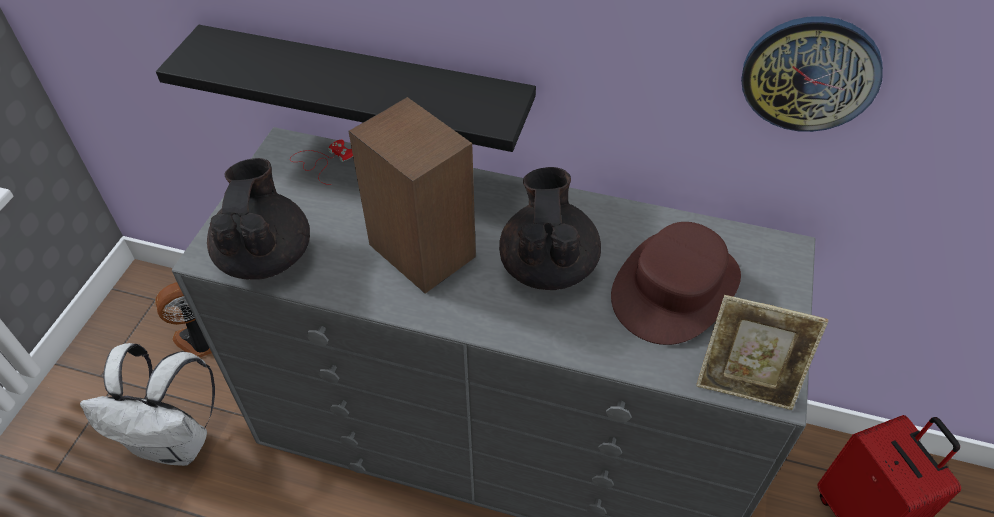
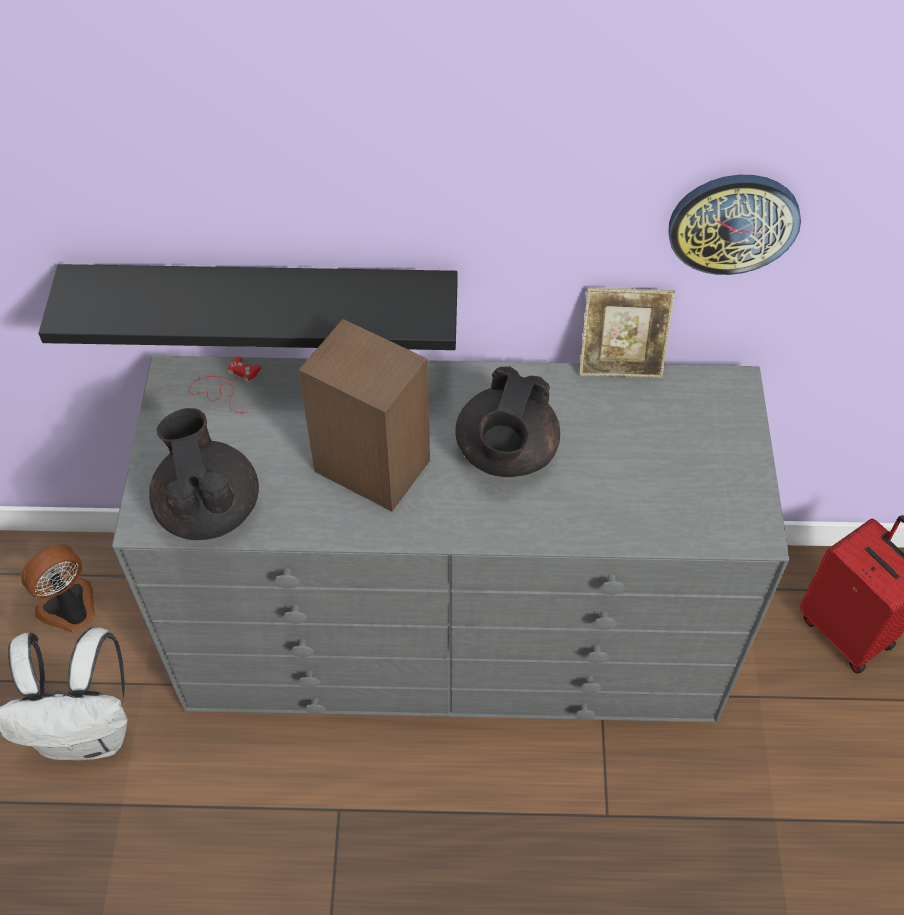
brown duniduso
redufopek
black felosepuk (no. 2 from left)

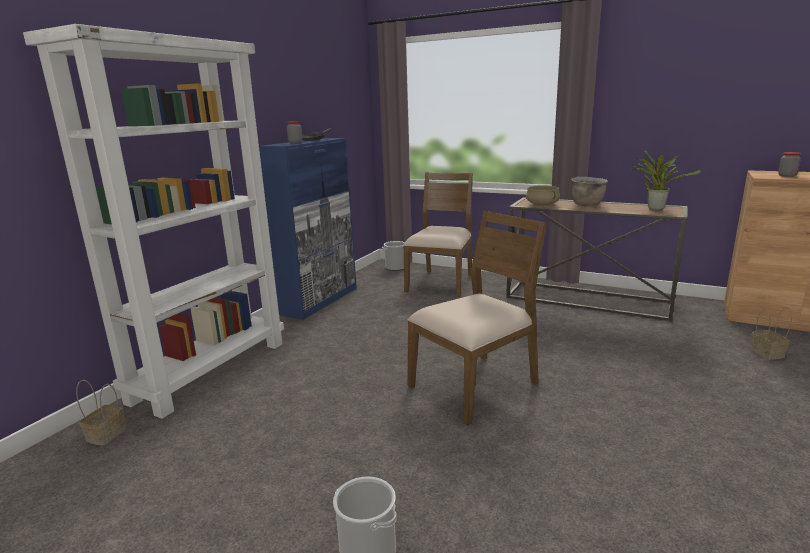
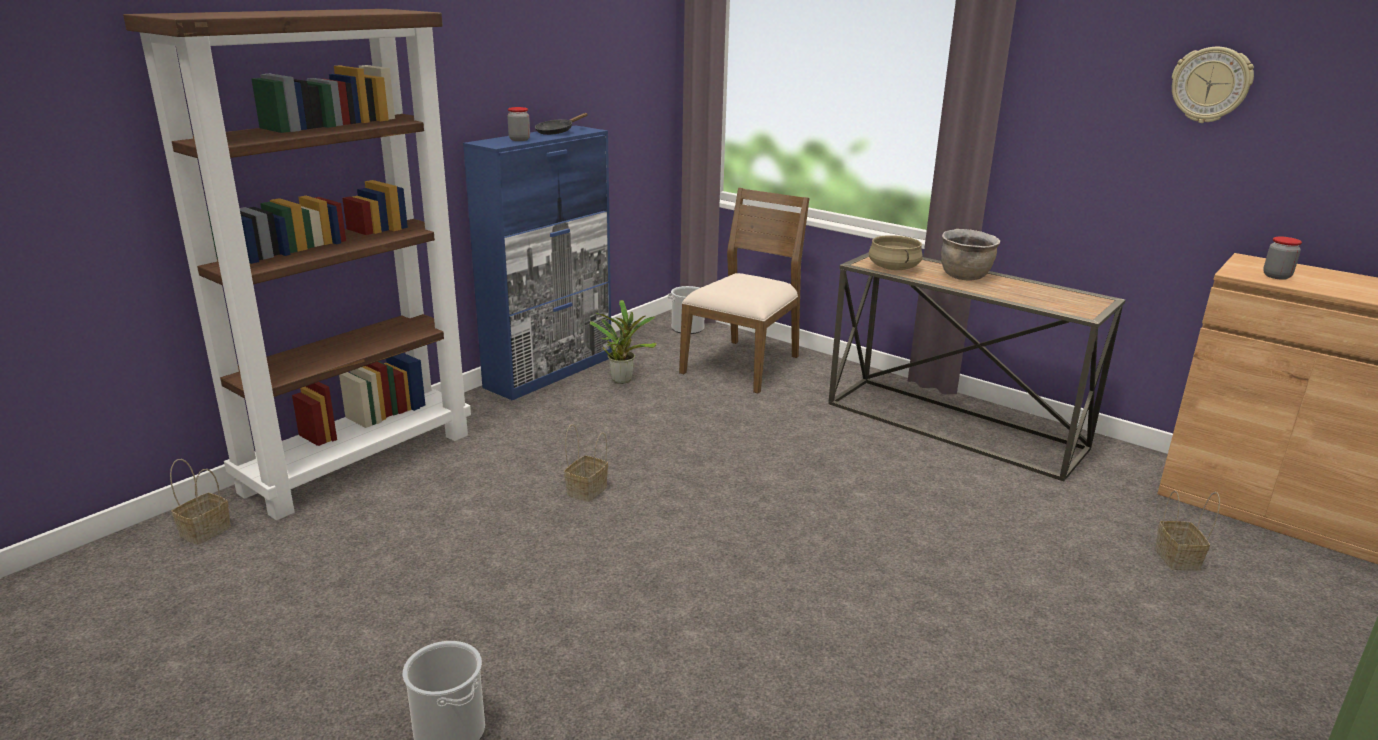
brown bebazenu (no. 2 from left in the first image)
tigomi (no. 2 from left)
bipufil
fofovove
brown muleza

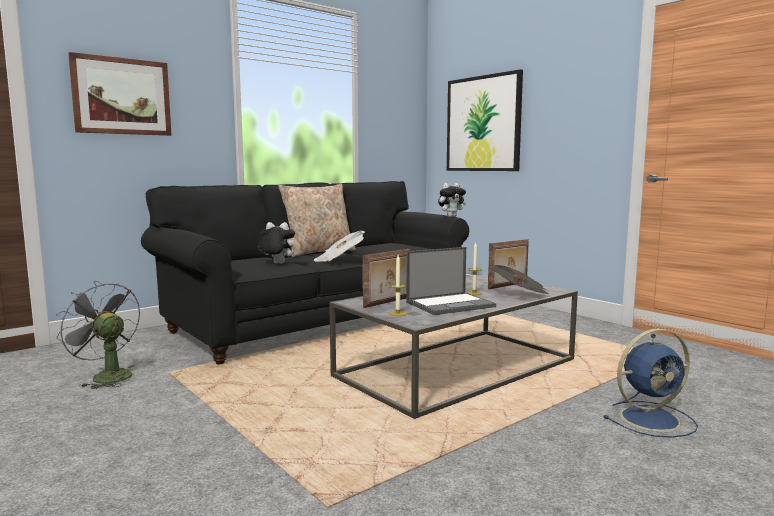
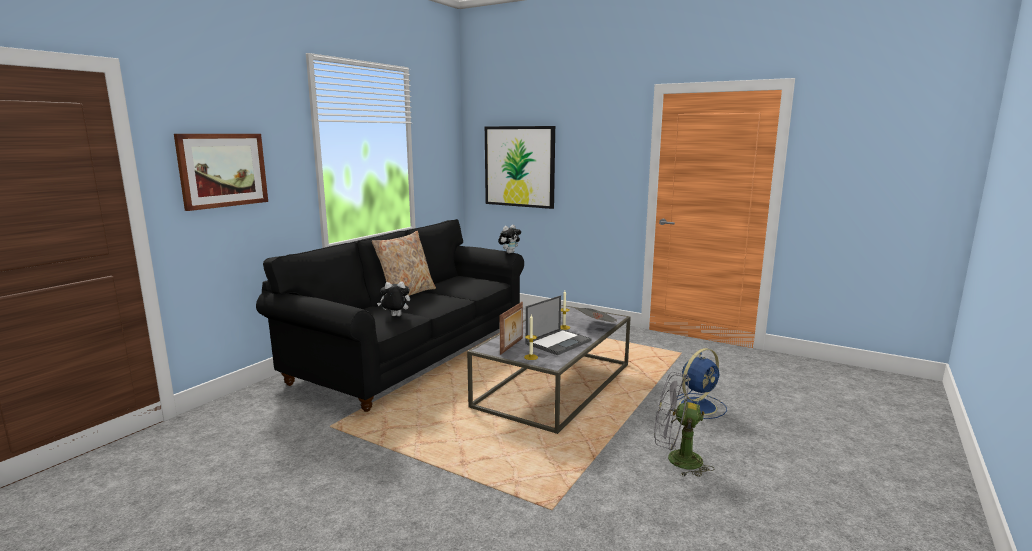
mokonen (no. 1 from left in the first image)
redufopek (no. 2 from left in the first image)
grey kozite

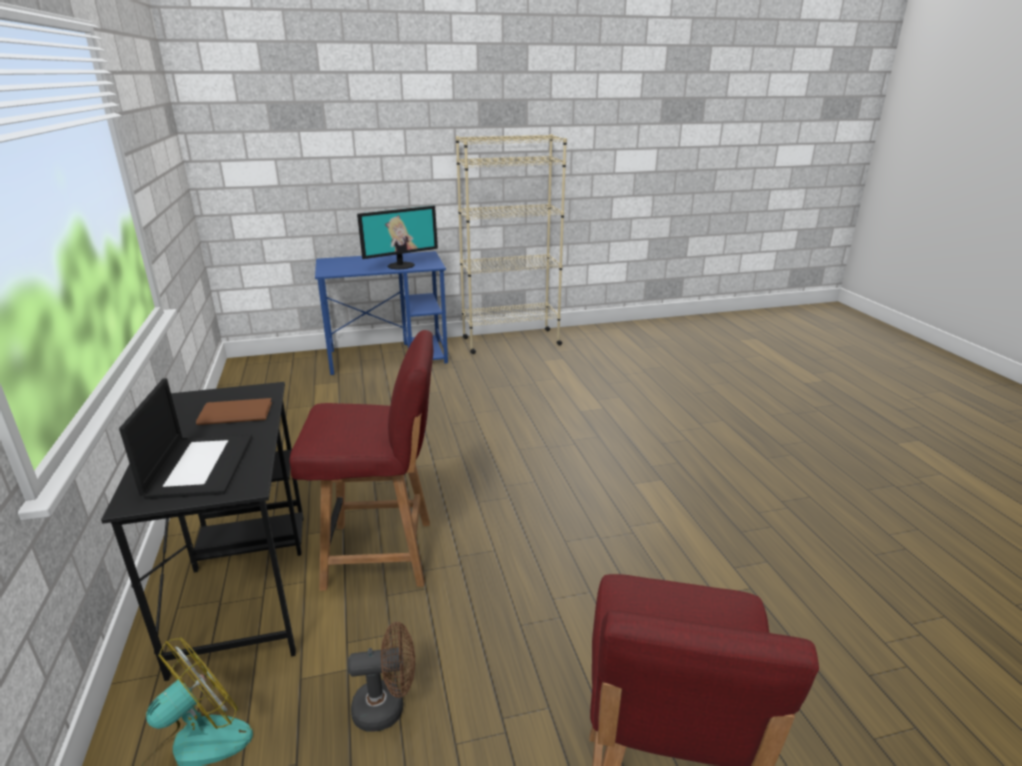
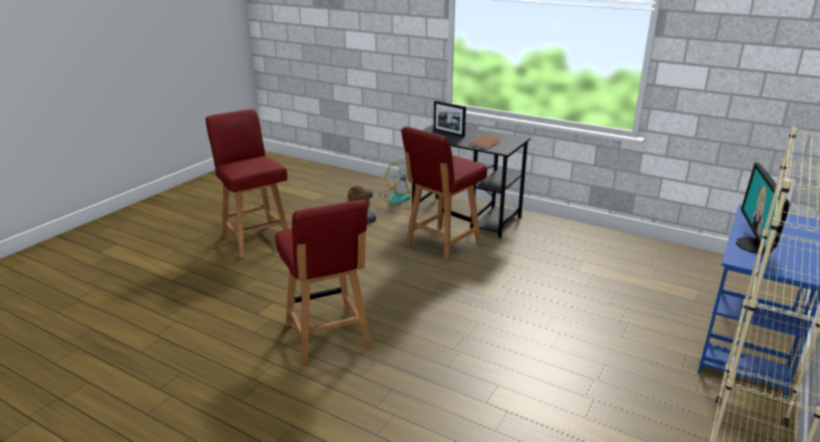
red bebazenu (no. 2 from left)
redufopek

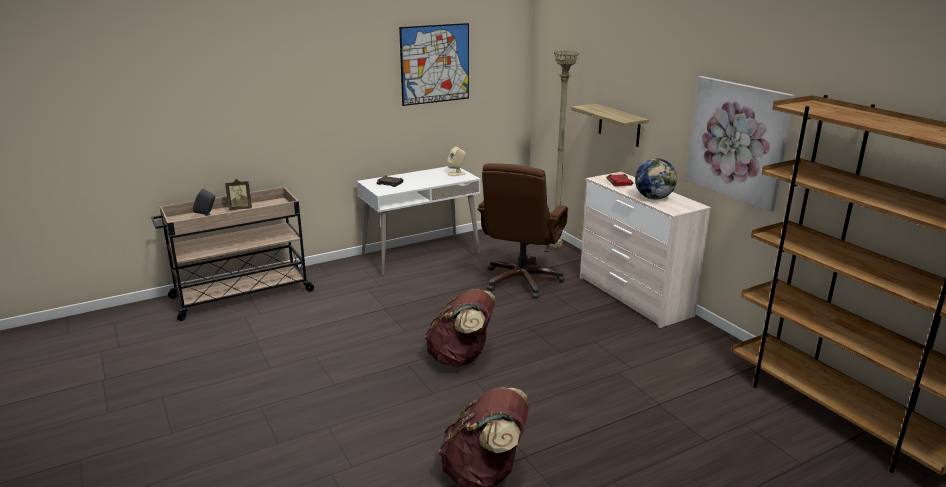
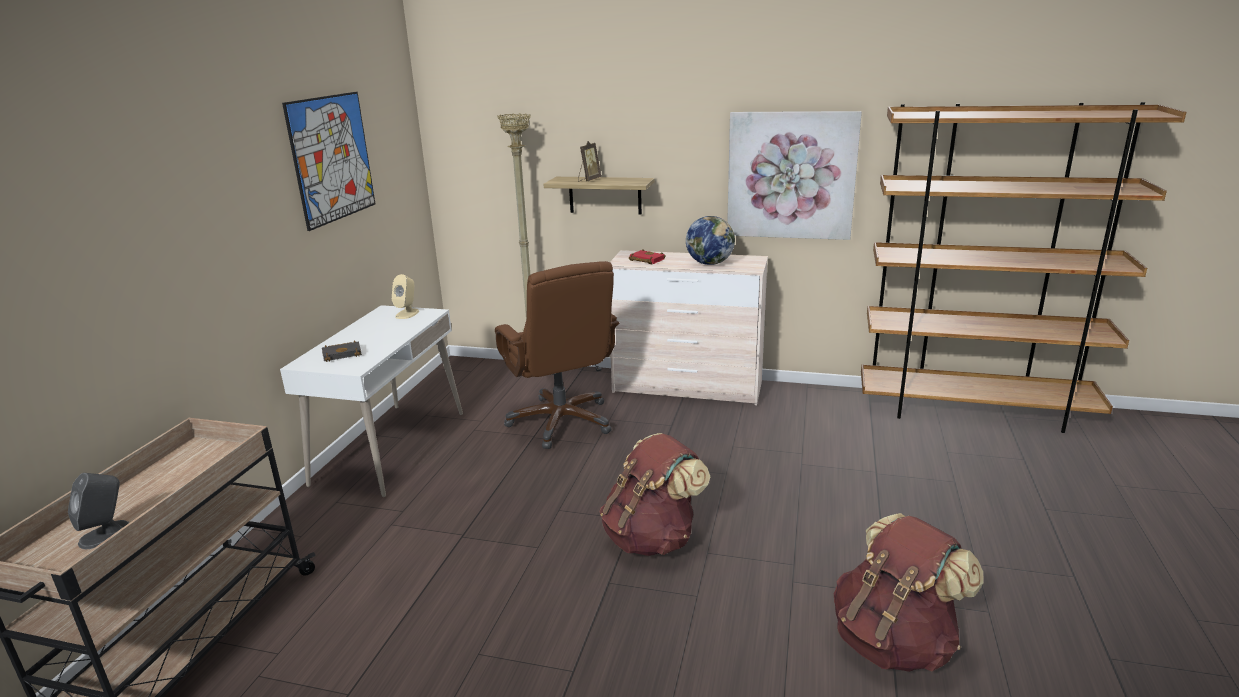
redufopek

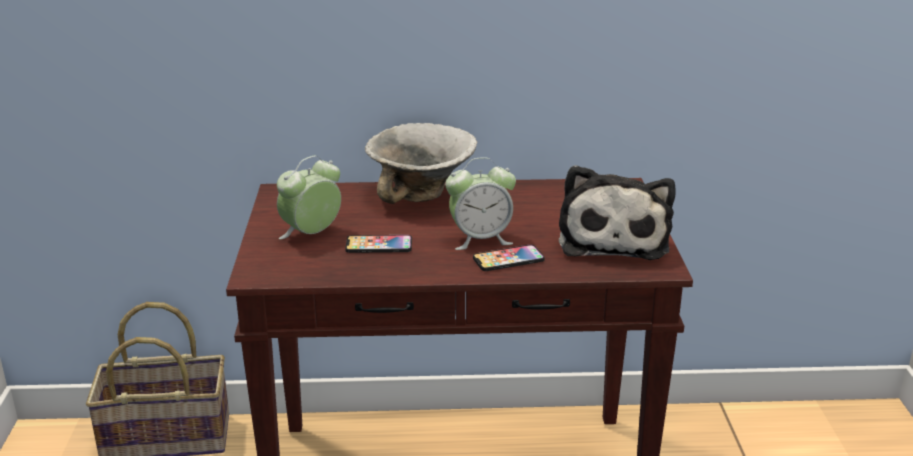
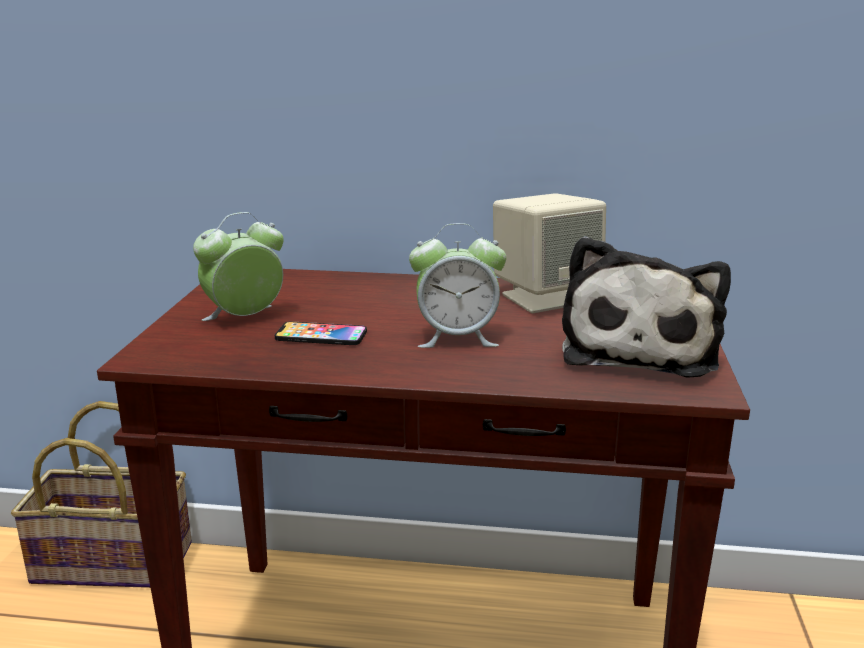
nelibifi
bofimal (no. 2 from left in the first image)
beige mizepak

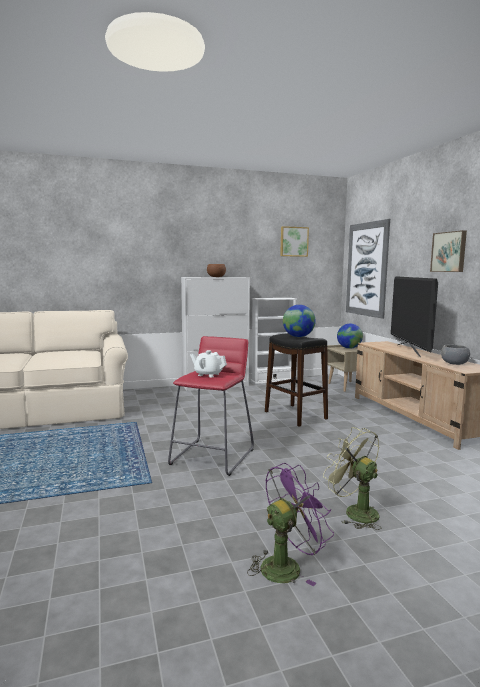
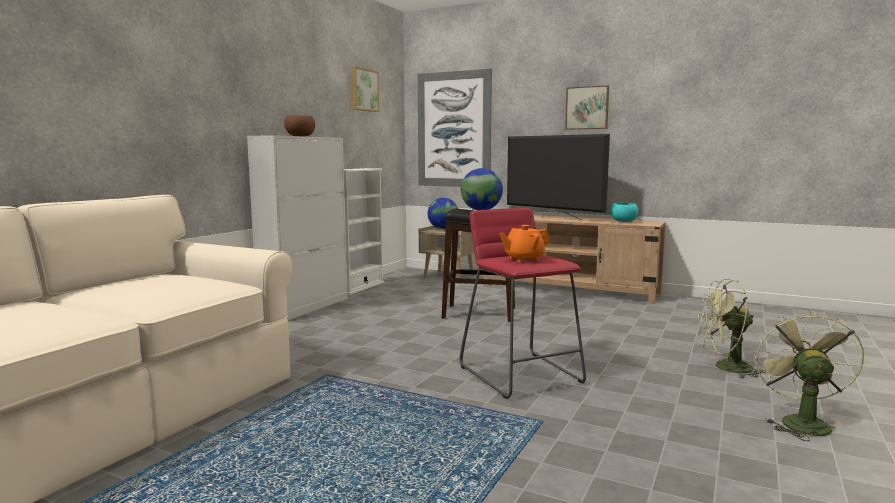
orange felosepuk
green kozite (no. 2 from left)
turquoise nelibifi

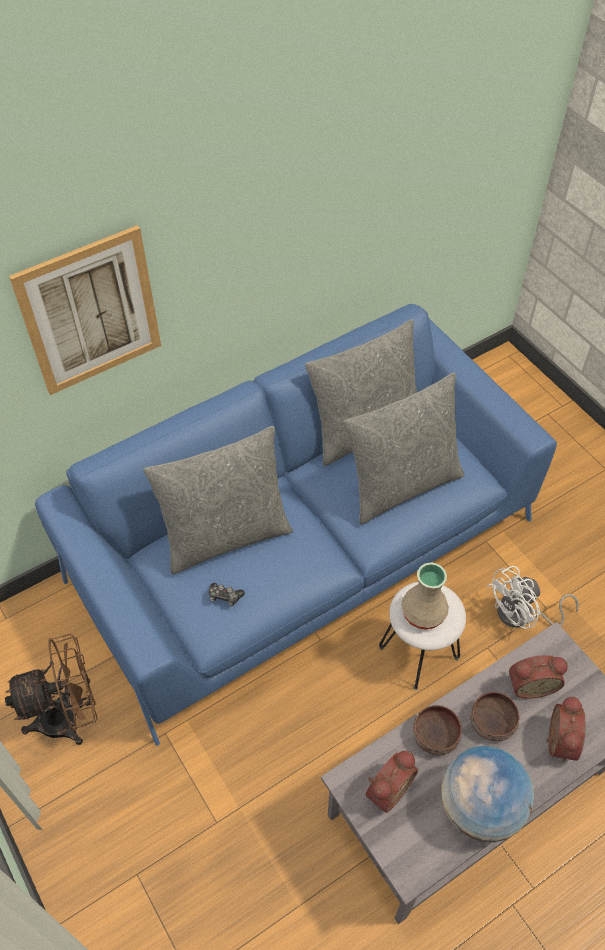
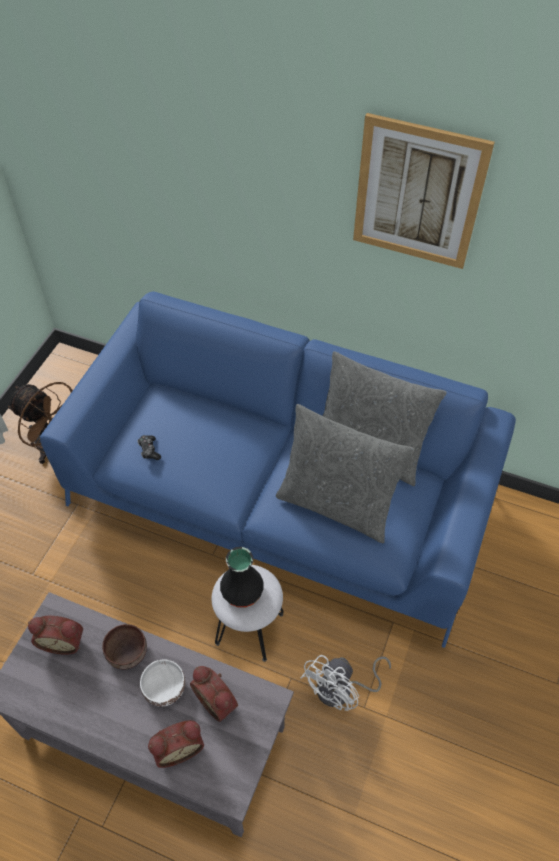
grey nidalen (no. 1 from left in the first image)
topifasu
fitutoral
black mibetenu
white nelibifi
white kozite

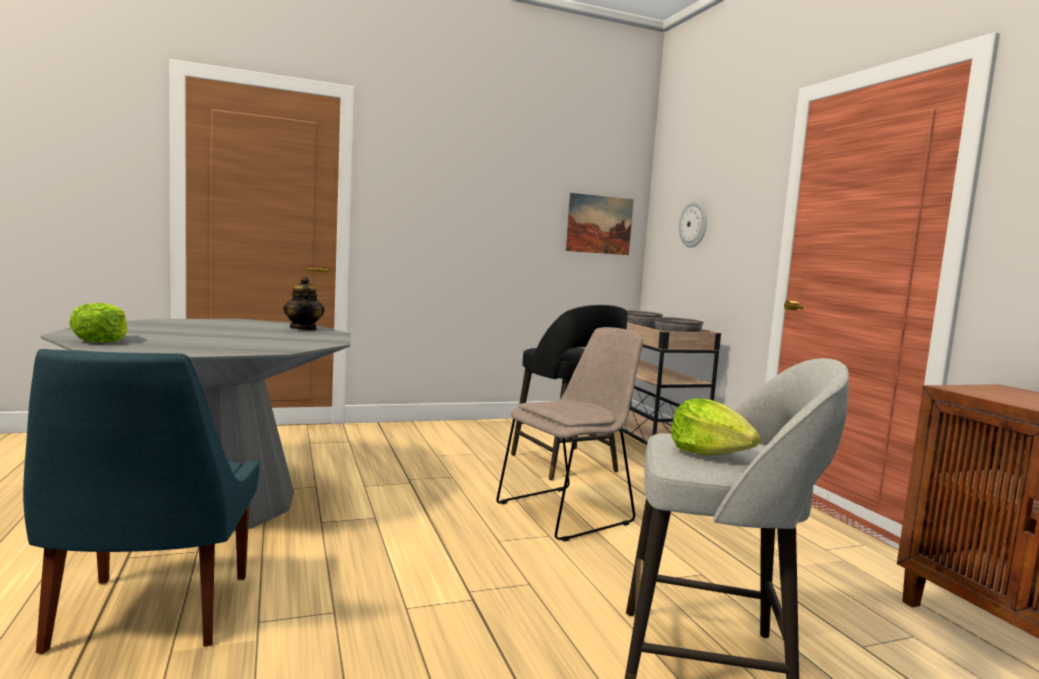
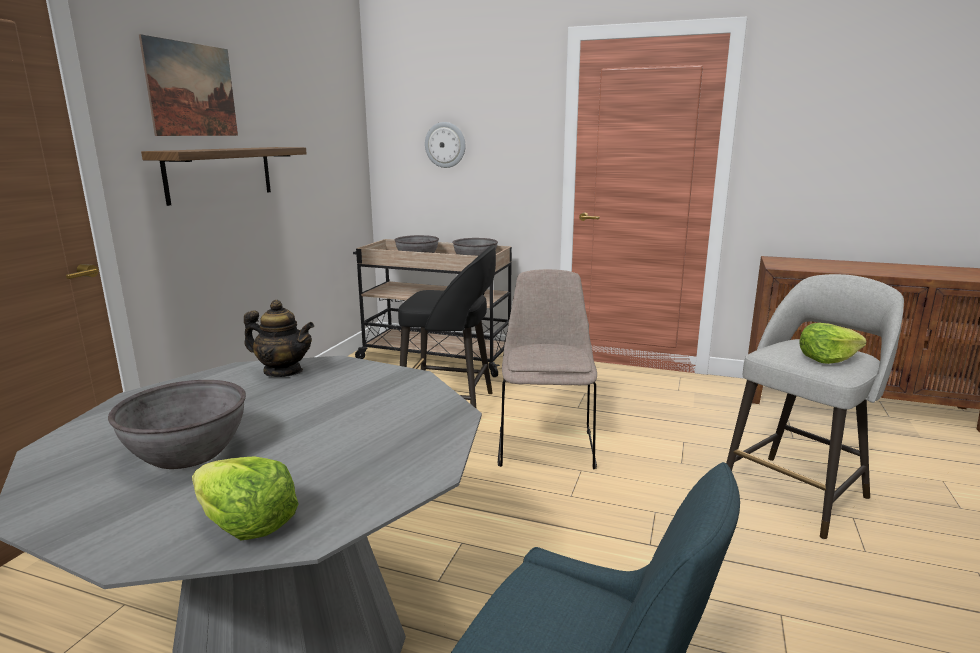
grey nelibifi (no. 1 from left)
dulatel
fitutoral

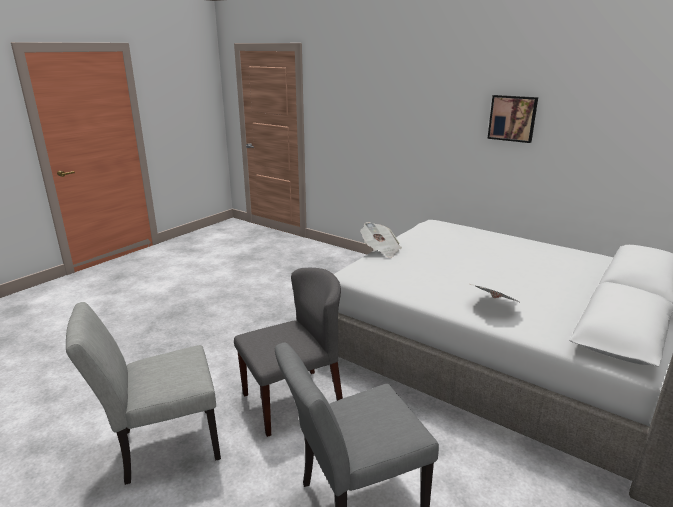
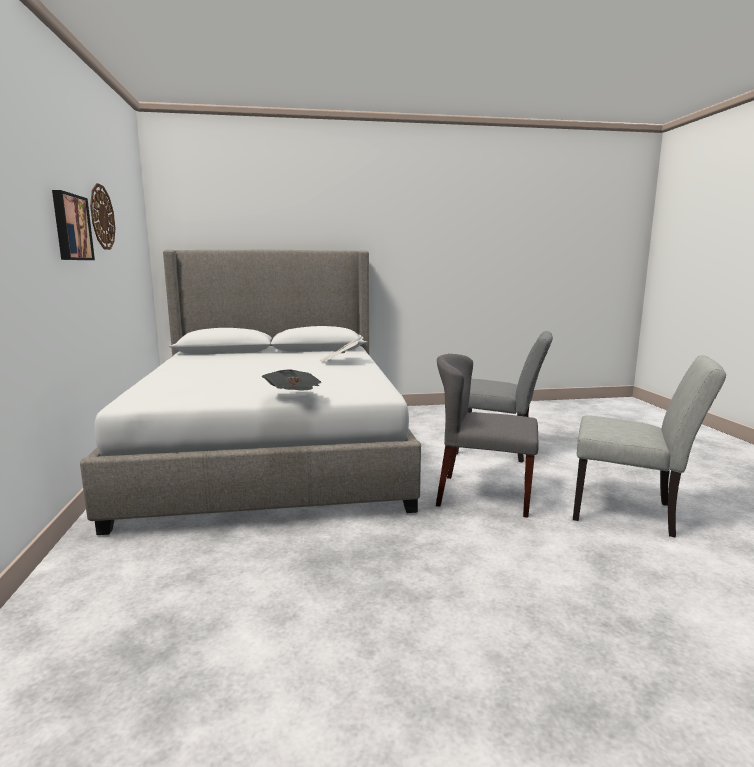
bipufil

